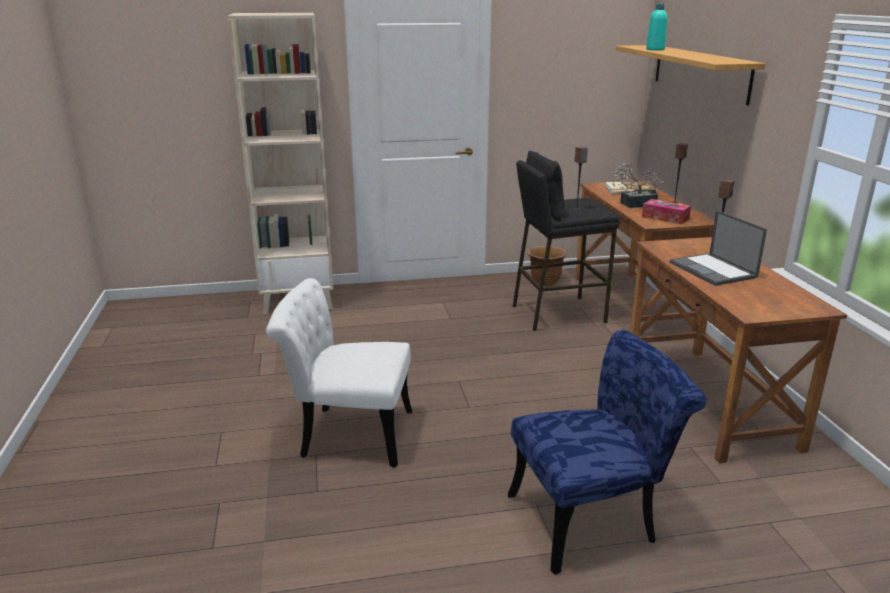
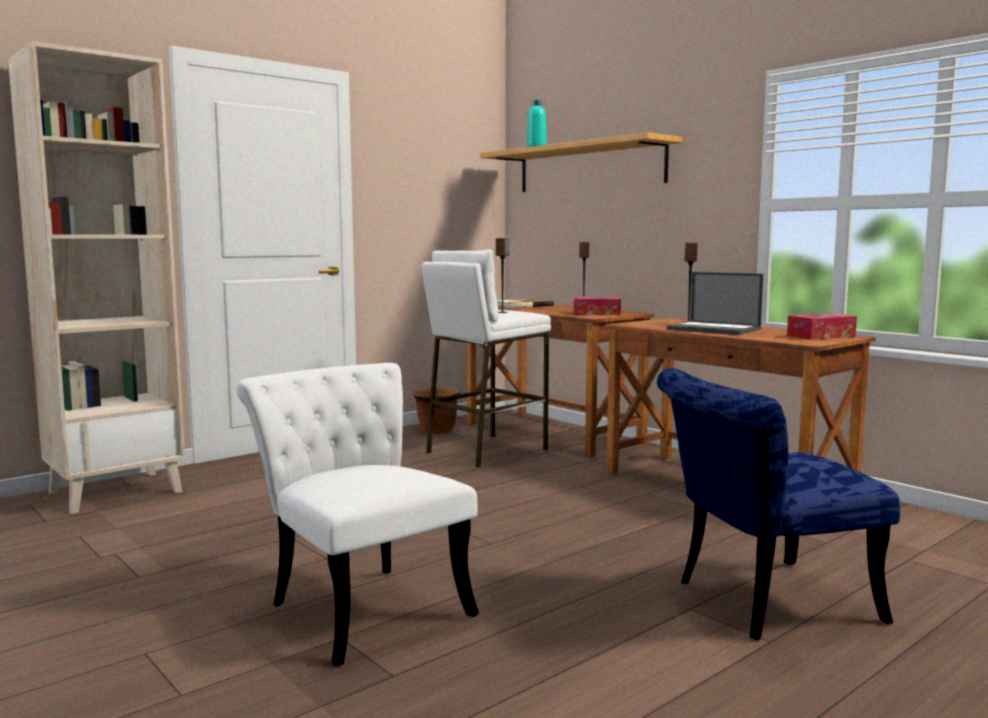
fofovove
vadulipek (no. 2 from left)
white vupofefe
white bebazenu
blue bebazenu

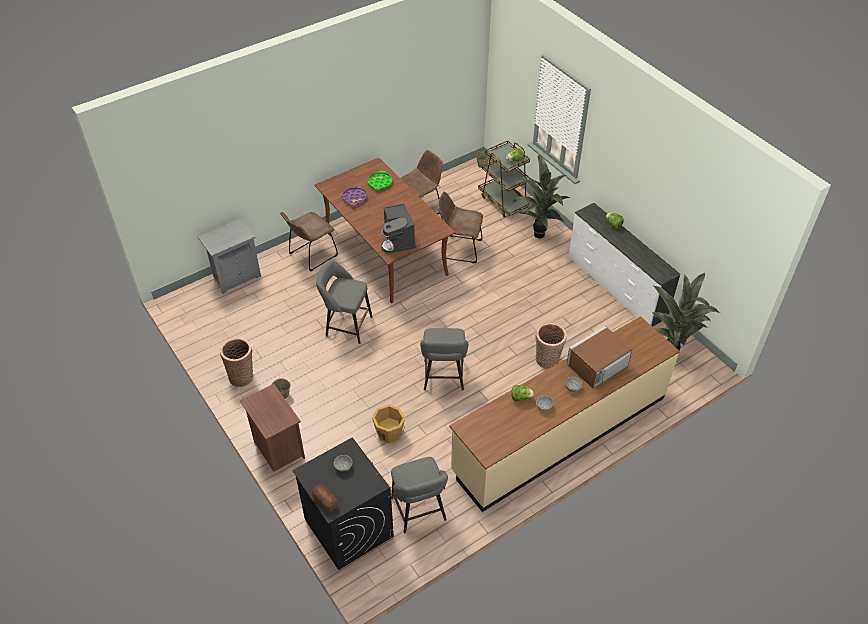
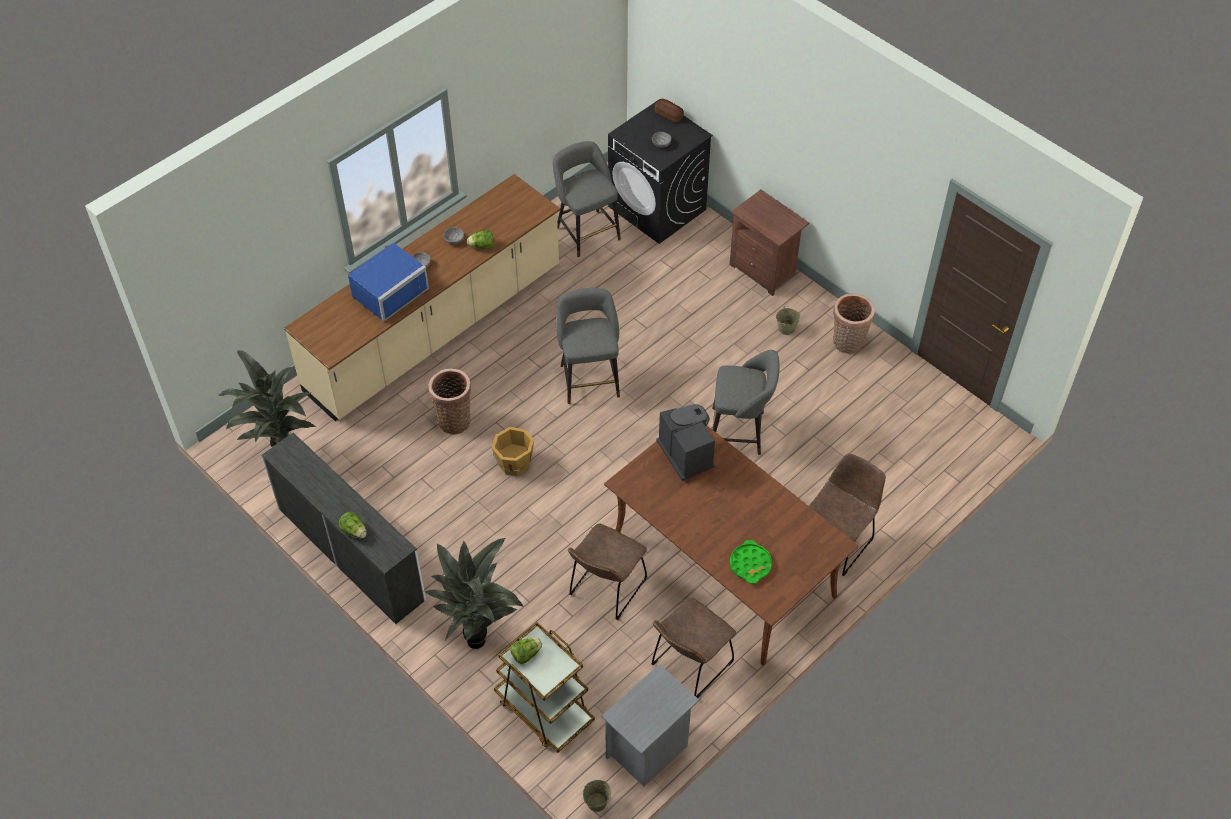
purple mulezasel
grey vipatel
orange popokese
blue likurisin
brown bebazenu (no. 1 from left)

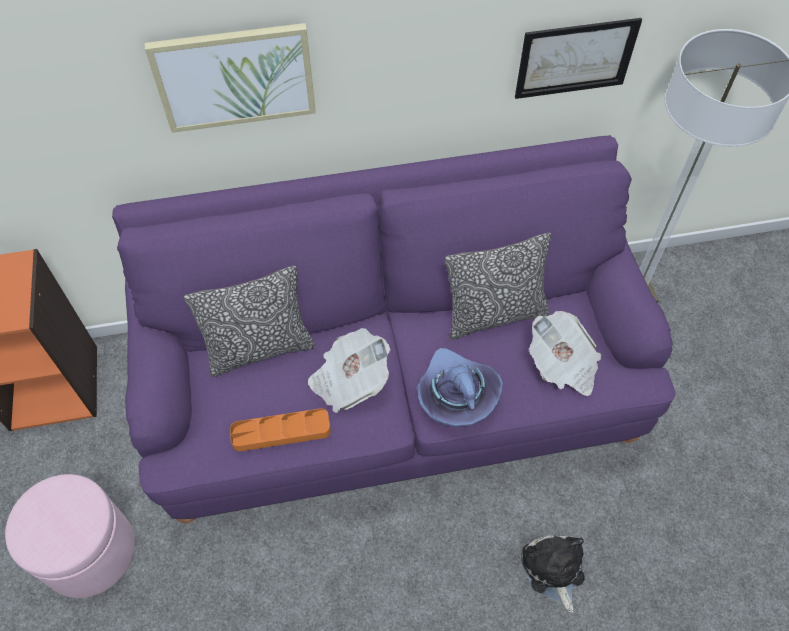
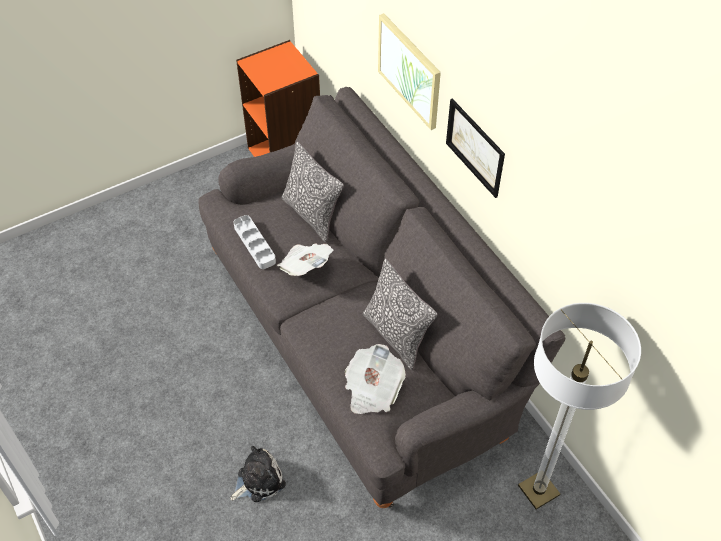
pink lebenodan
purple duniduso
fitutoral (no. 2 from left)
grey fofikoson
grey mulezasel

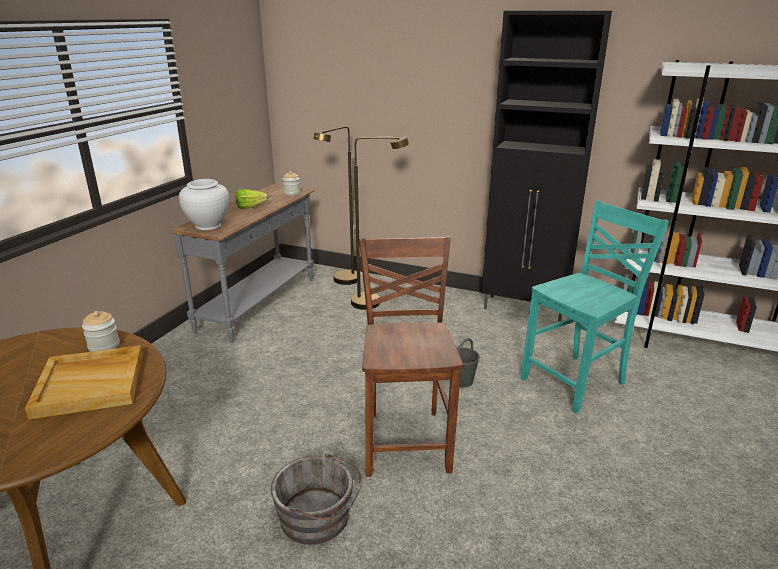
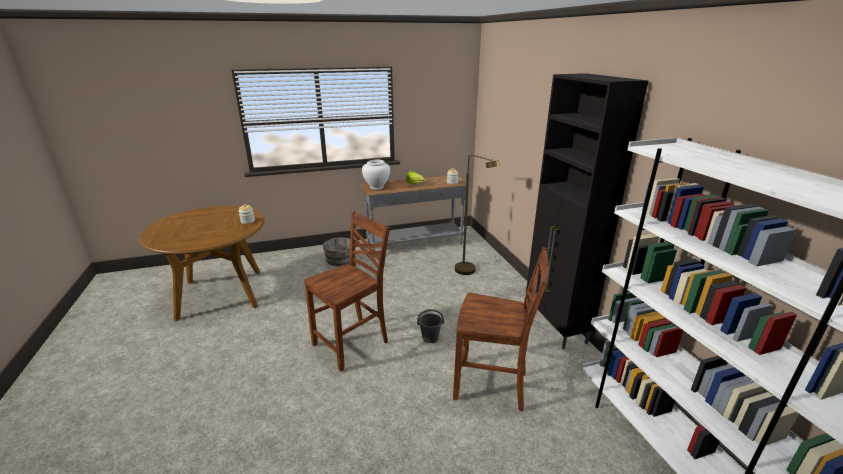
beige mulezasel
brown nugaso (no. 1 from left in the first image)
grey popokese (no. 1 from left)
brown bebazenu (no. 2 from left)

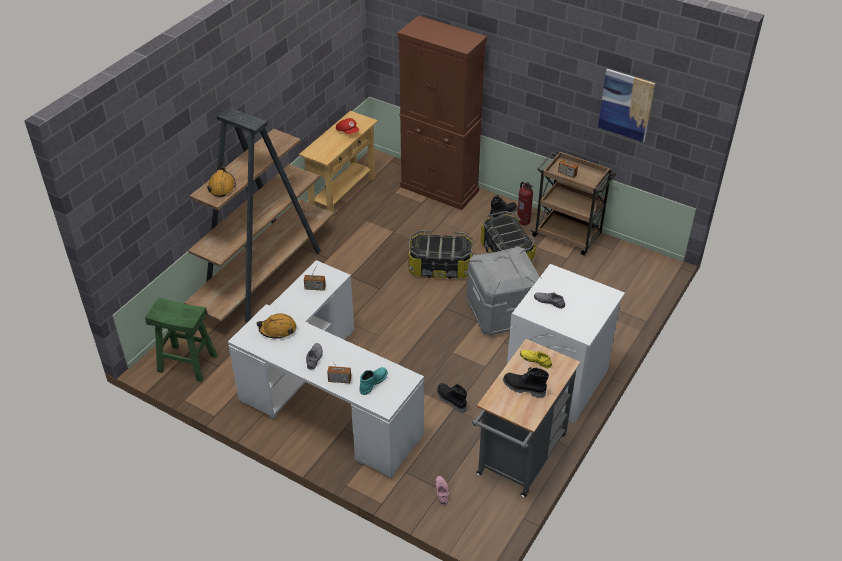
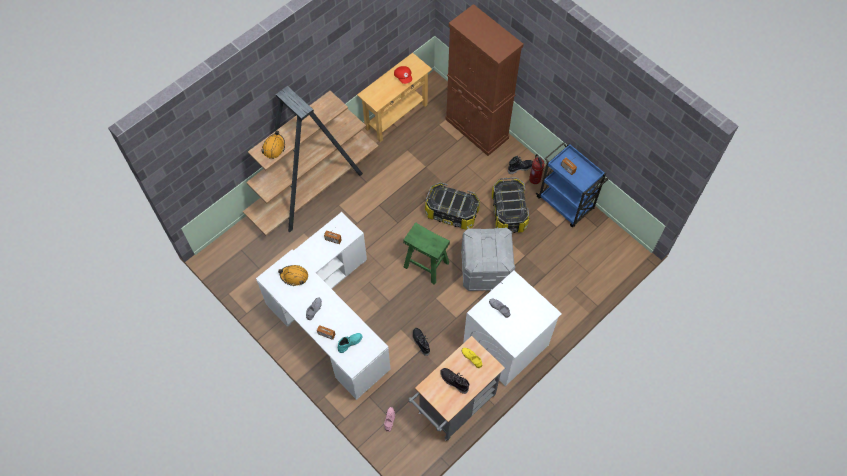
fitutoral
green vupofefe
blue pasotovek

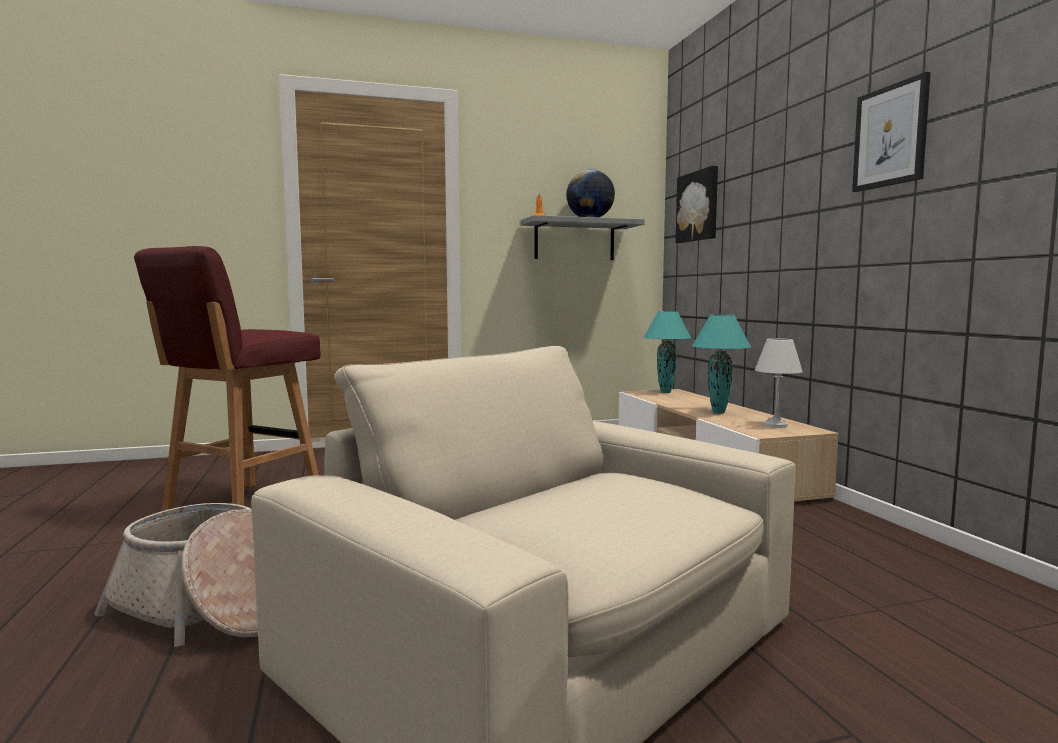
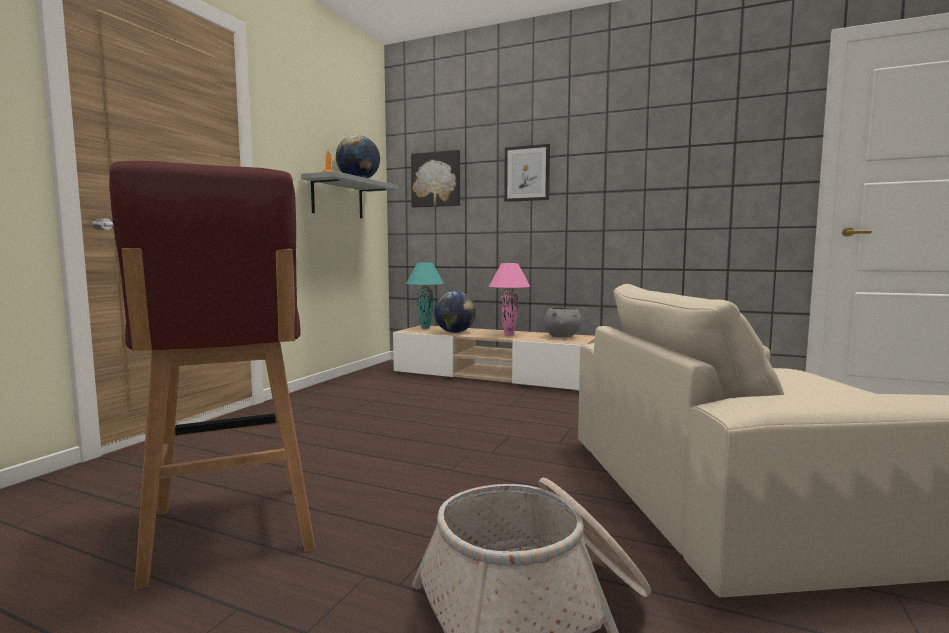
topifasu (no. 2 from left)
fitutoral (no. 2 from left)
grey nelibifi
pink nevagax

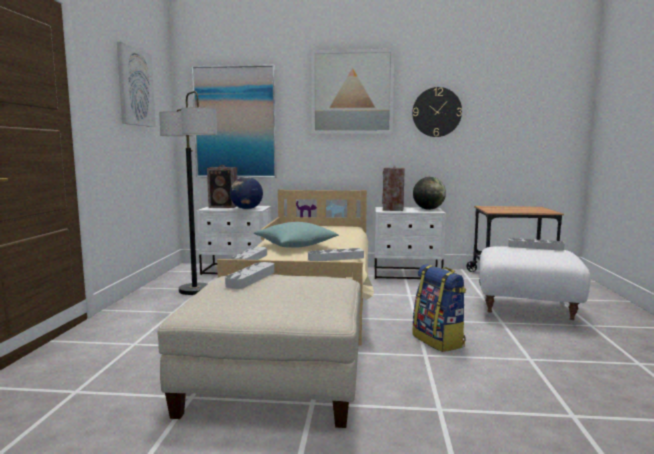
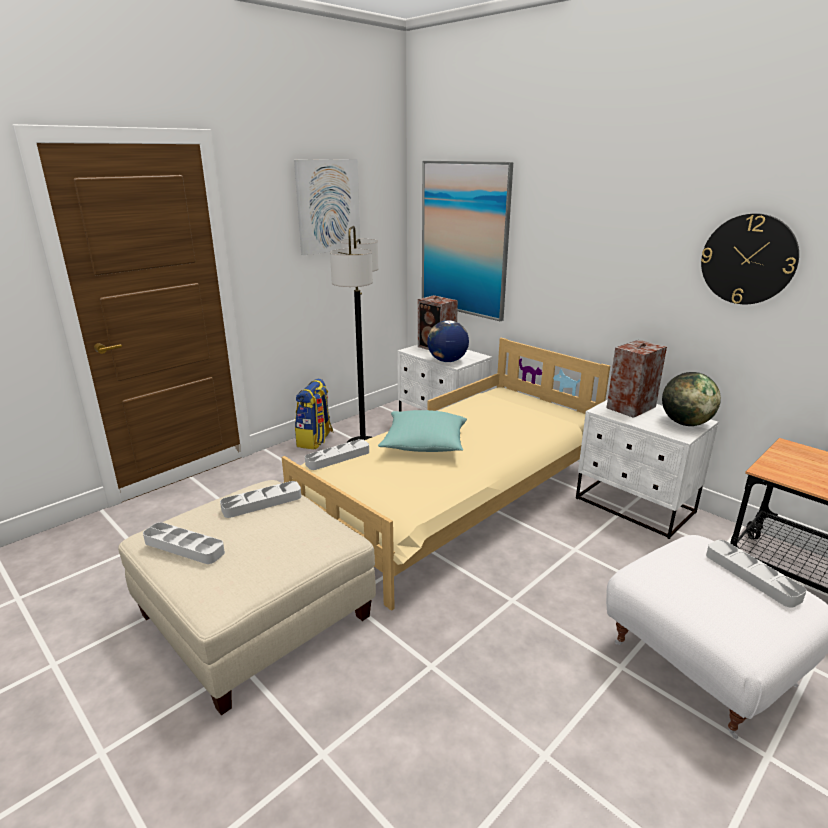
fitutoral (no. 3 from left in the first image)
grey mulezasel (no. 1 from left)
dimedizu

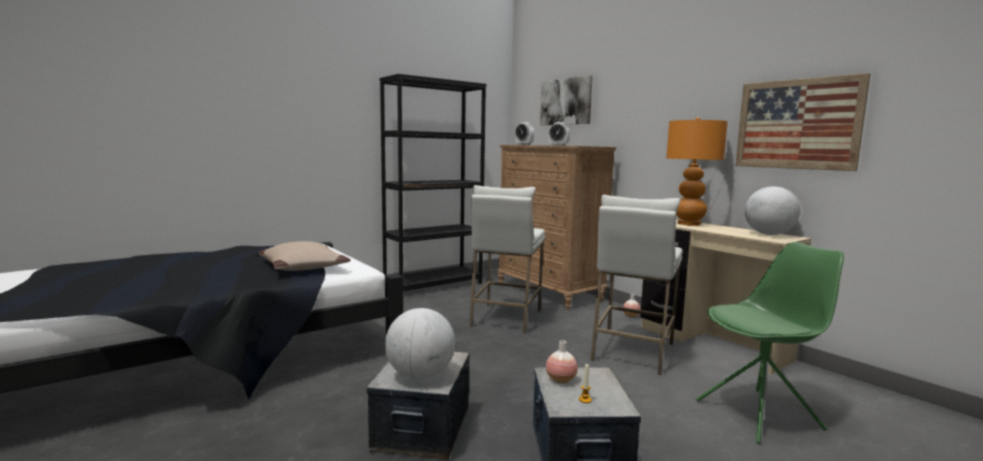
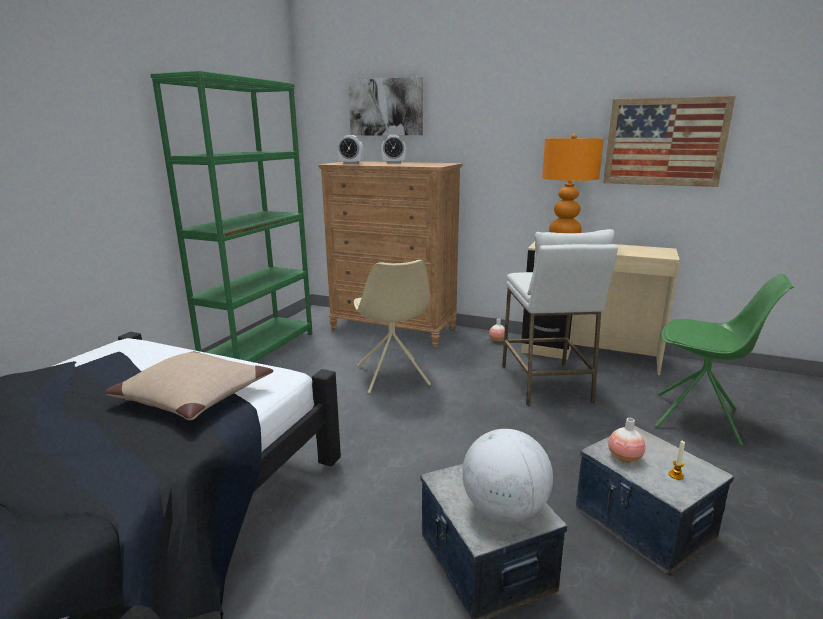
topifasu (no. 2 from left in the first image)
beige bebazenu
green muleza
green bebazenu

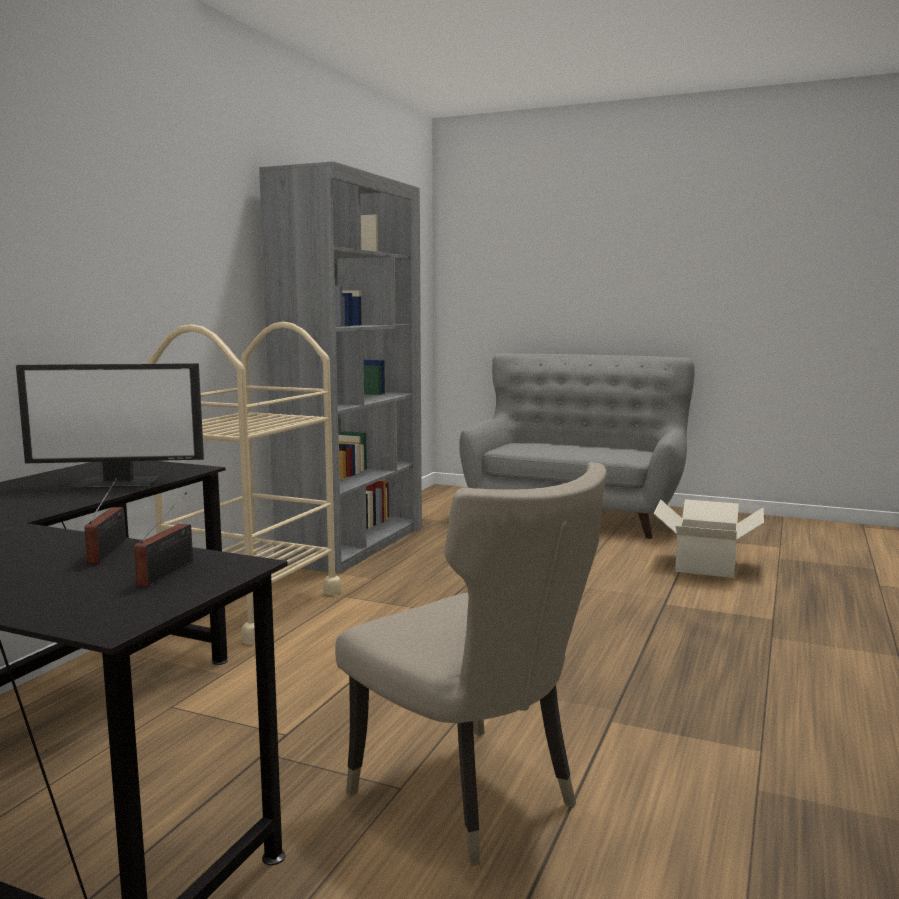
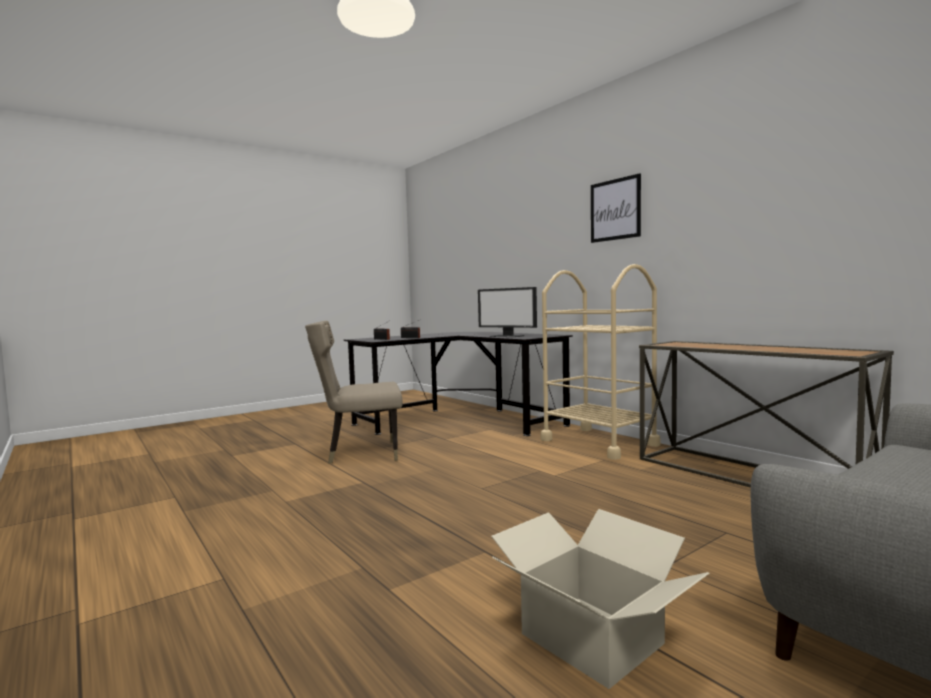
fitutoral
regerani
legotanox

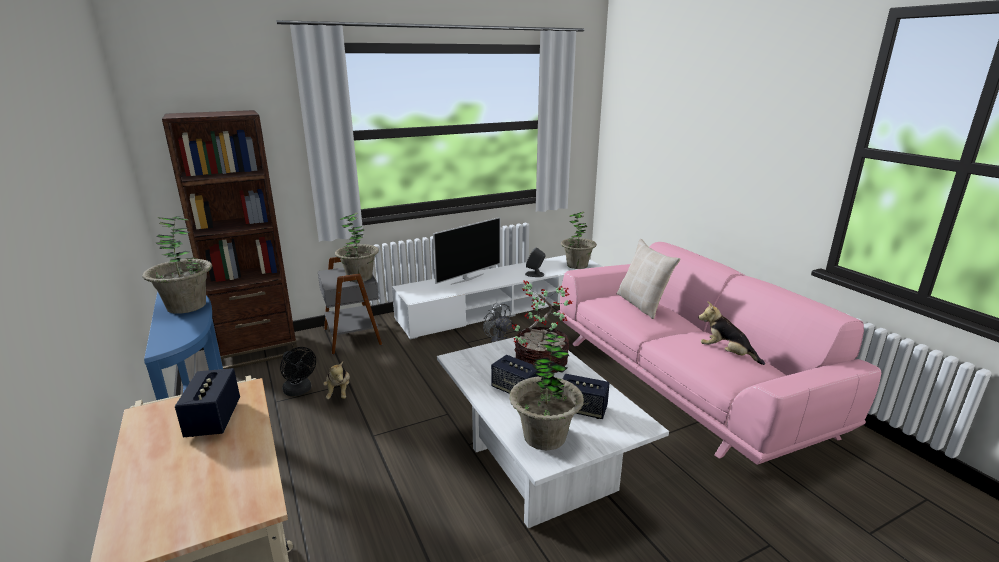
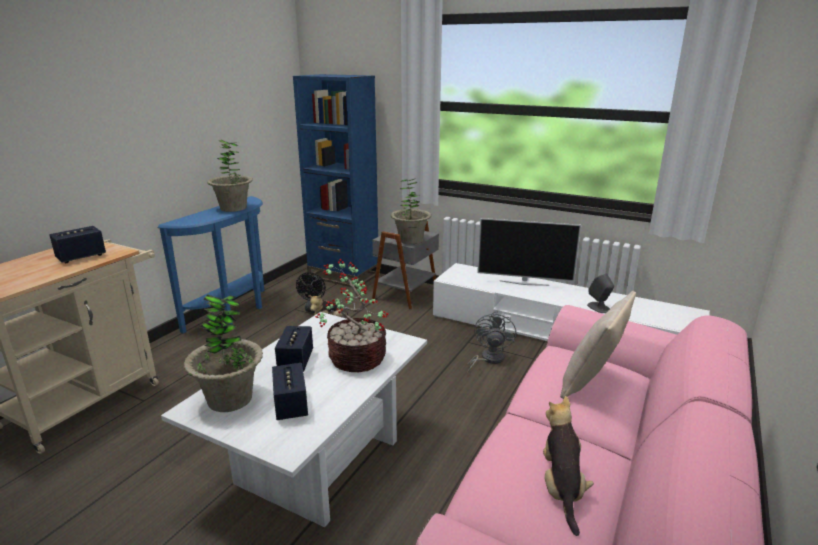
fofovove (no. 5 from left in the first image)
blue muleza

